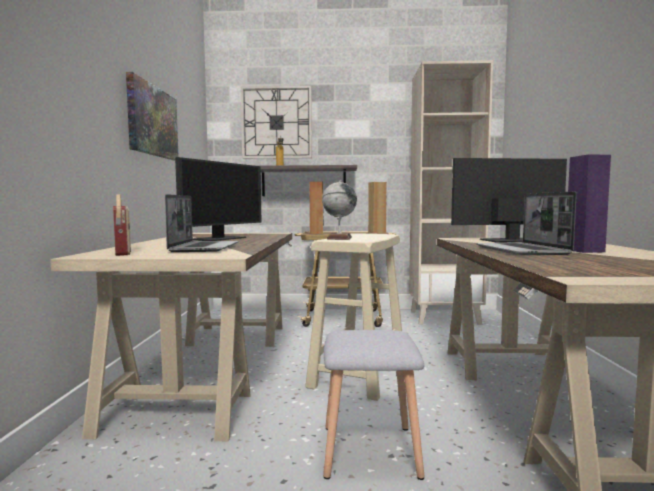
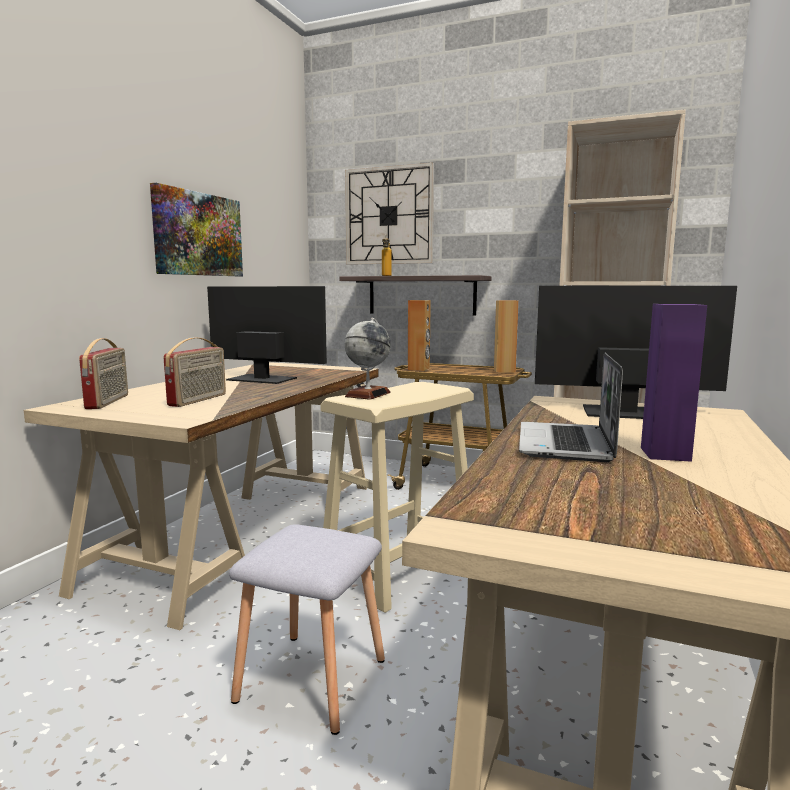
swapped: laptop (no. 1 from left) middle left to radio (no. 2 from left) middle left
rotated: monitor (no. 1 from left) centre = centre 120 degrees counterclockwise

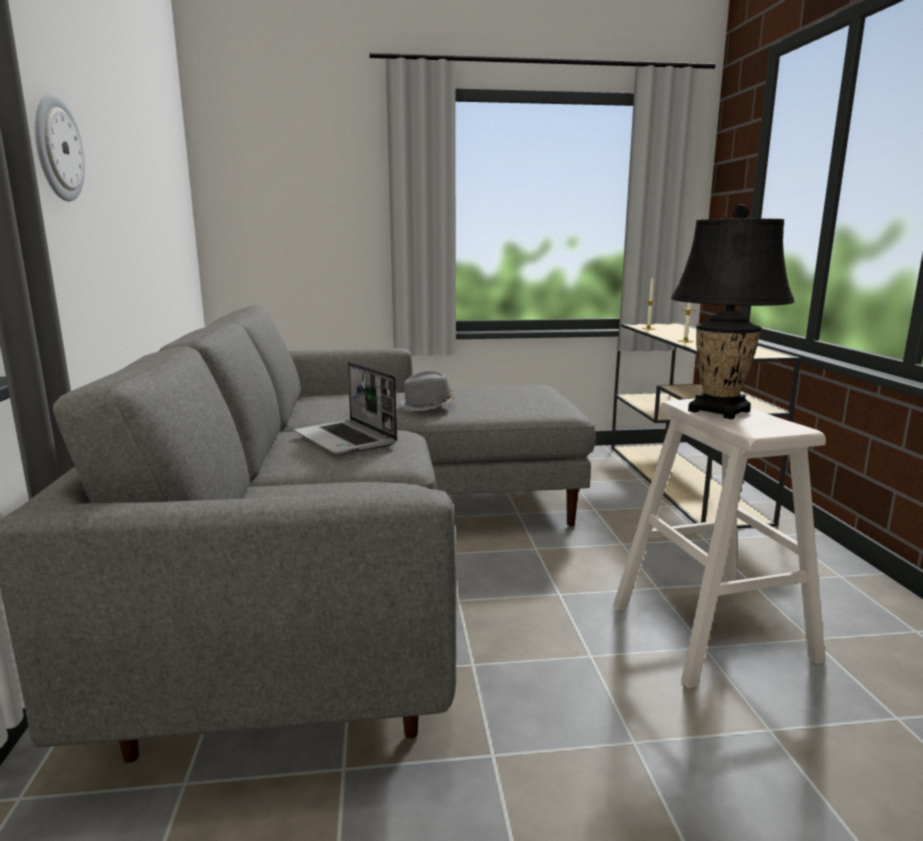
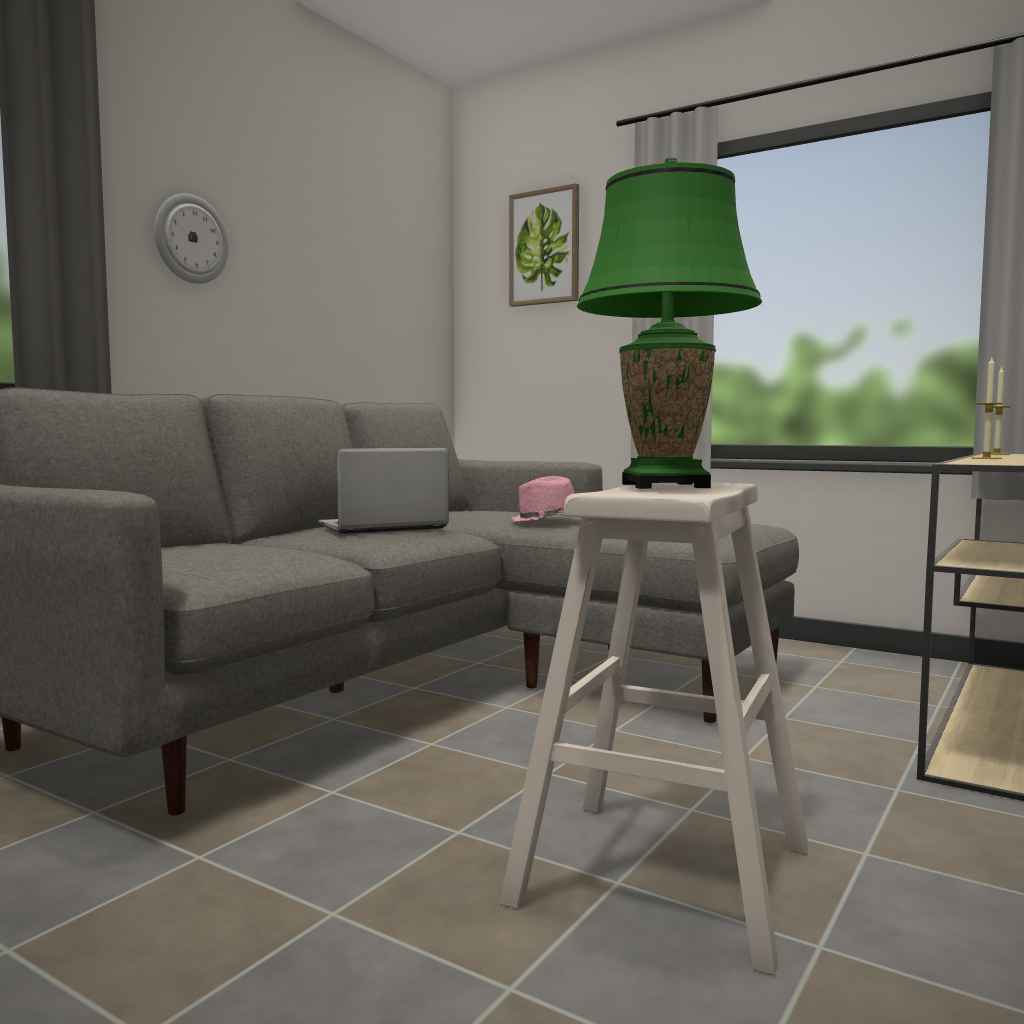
new: picture top centre
repainted: hat (grey) centre to hat (pink) centre; table lamp (black) middle right to table lamp (green) top centre
rotated: laptop centre = centre 60 degrees clockwise

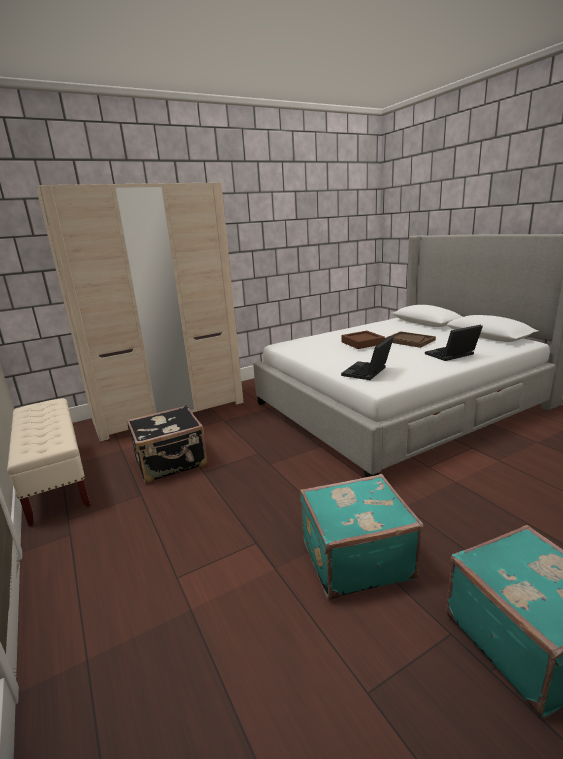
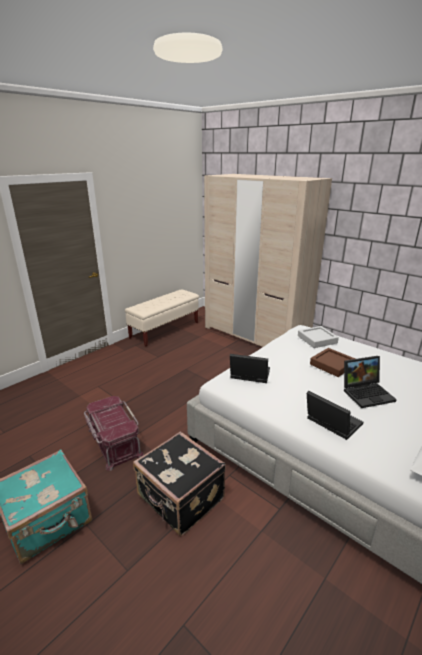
new: tray (grey) middle right
shifted: suitcase (black) middle left to bottom centre
swapped: suitcase (turquoise) (no. 1 from left) bottom centre to storage box (red) middle left; tray (brown) (no. 2 from left) middle right to laptop (no. 3 from left) middle right

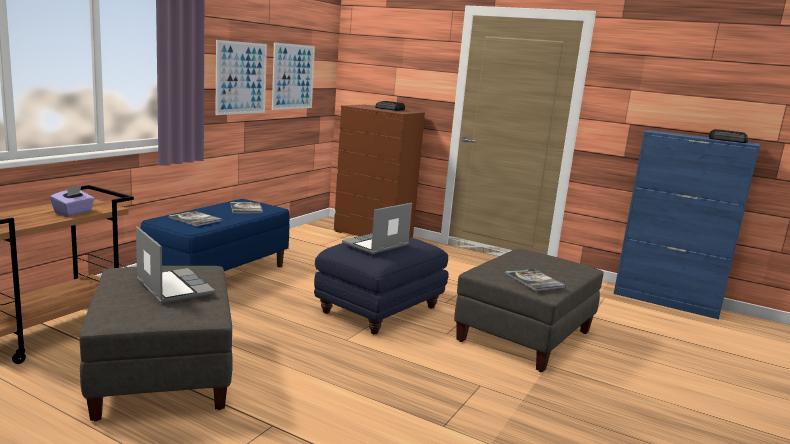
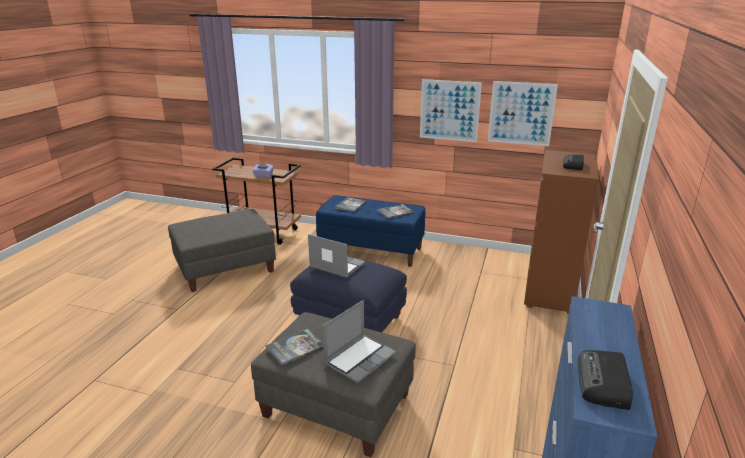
shifted: laptop (no. 1 from left in the first image) middle left to laptop (no. 2 from left) bottom centre

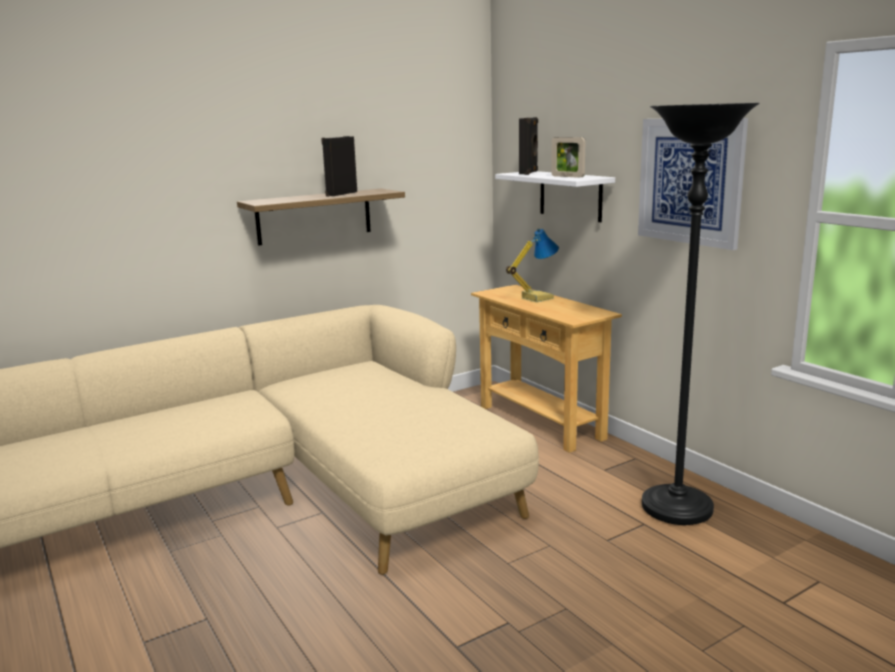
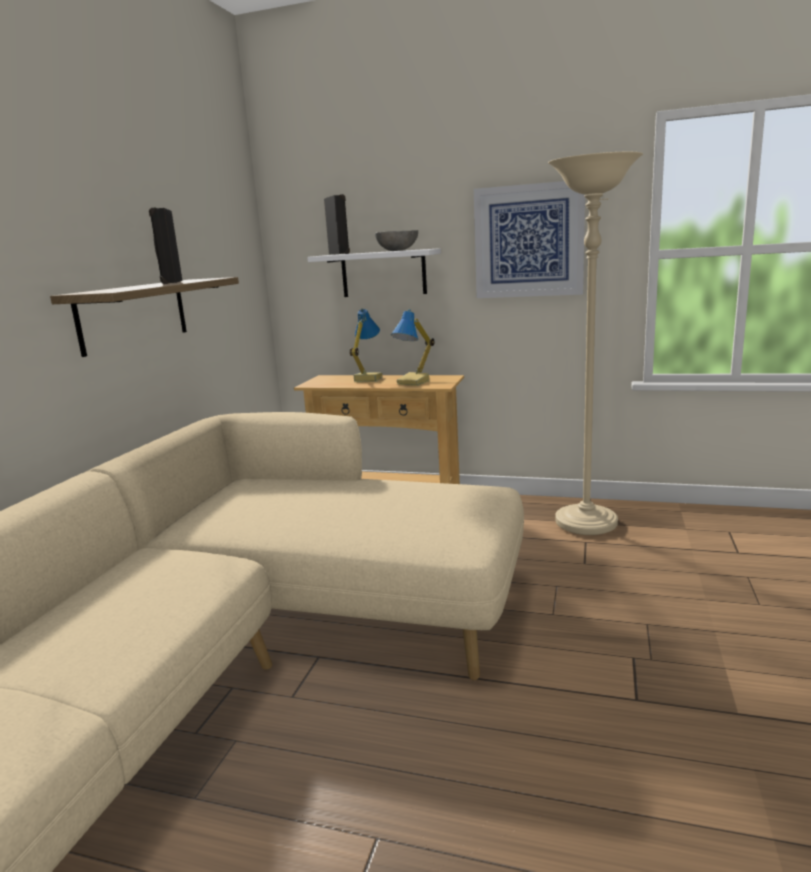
new: table lamp (no. 2 from left) centre
swapped: picture frame top centre to bowl (grey) top centre
repainted: floor lamp (black) middle right to floor lamp (beige) middle right

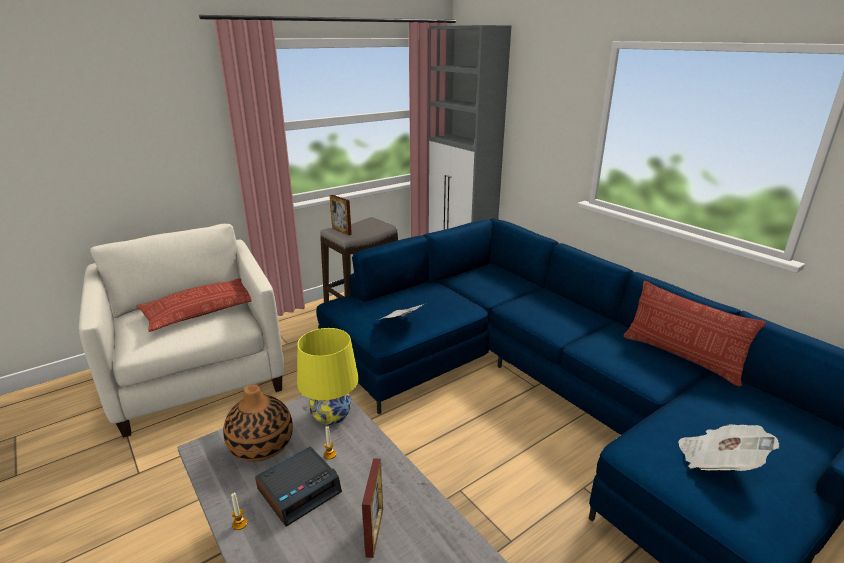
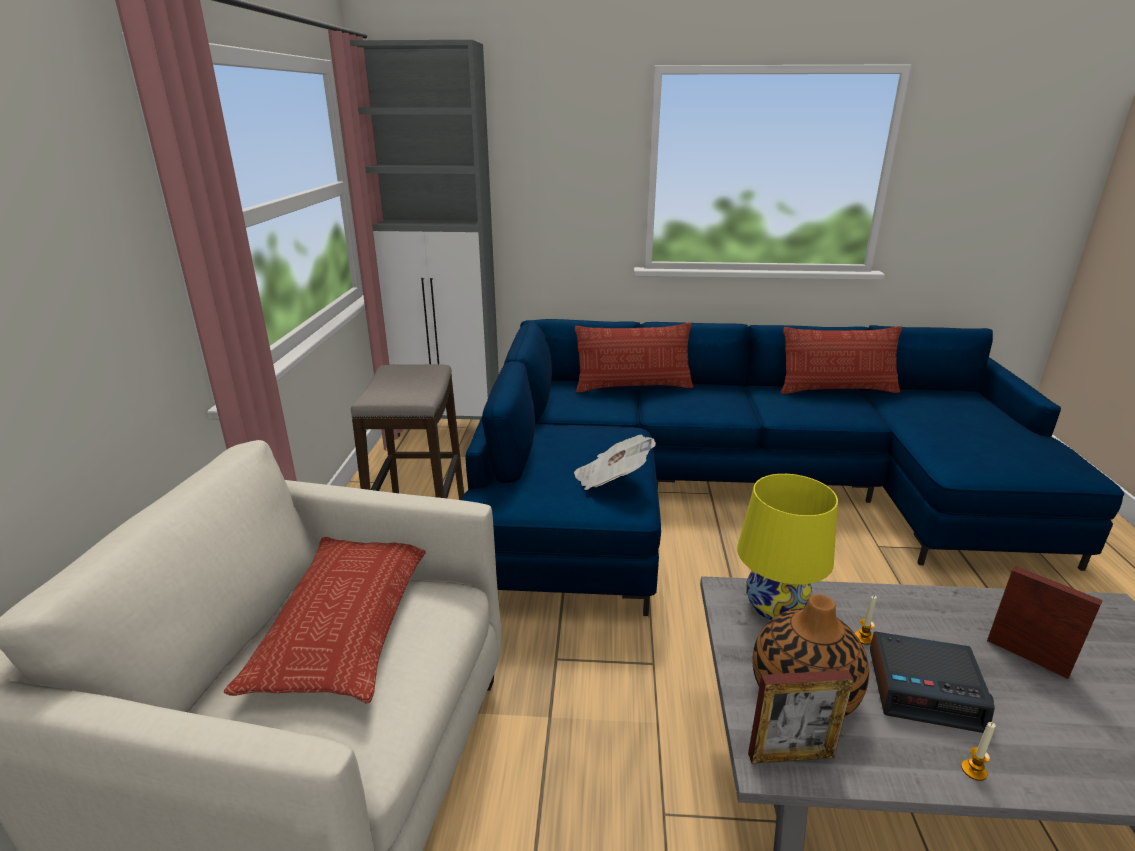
gone: newspaper (no. 2 from left) bottom right
new: pillow (no. 2 from left) centre
shifted: picture frame (no. 1 from left) centre to bottom right
rotated: alarm clock bottom centre = bottom right 105 degrees clockwise

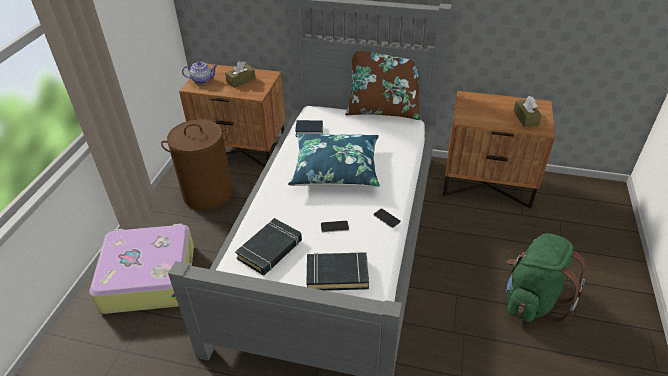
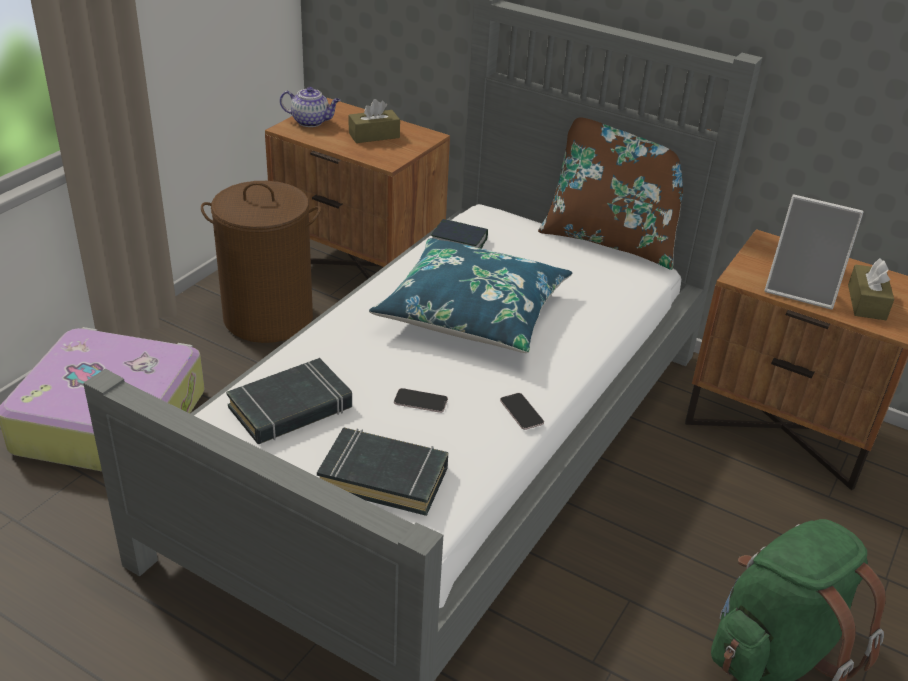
new: picture frame middle right

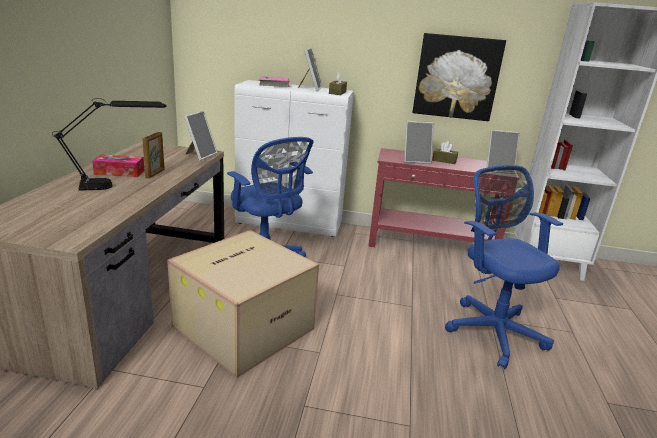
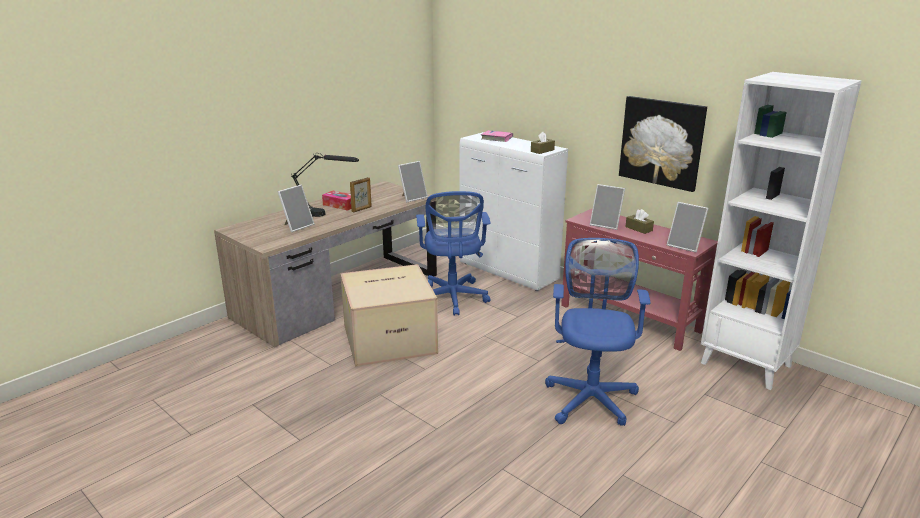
shifted: picture frame (no. 3 from left in the first image) top centre to picture frame (no. 1 from left) middle left

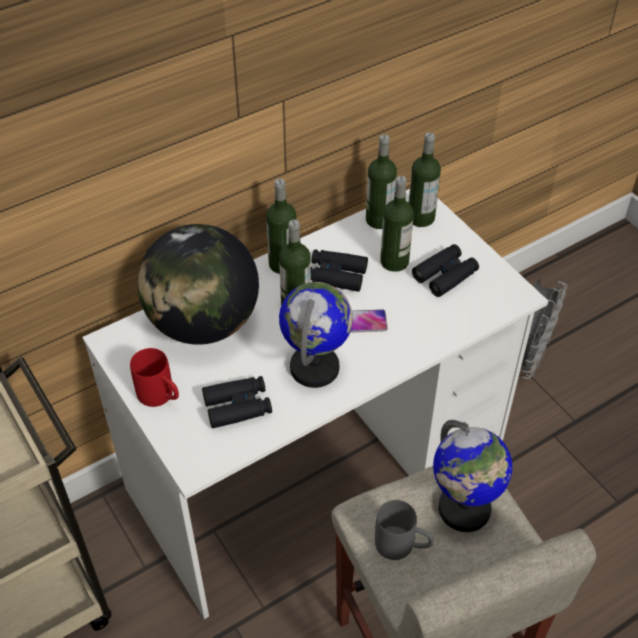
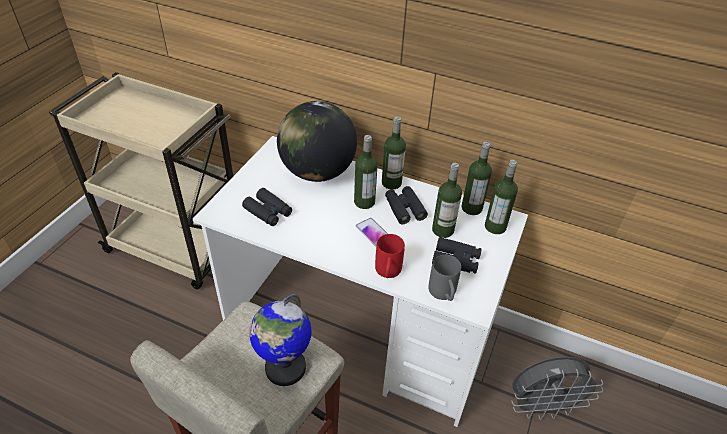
gone: globe (no. 2 from left) centre
shifted: mug (red) middle left to centre; mug (grey) bottom centre to centre

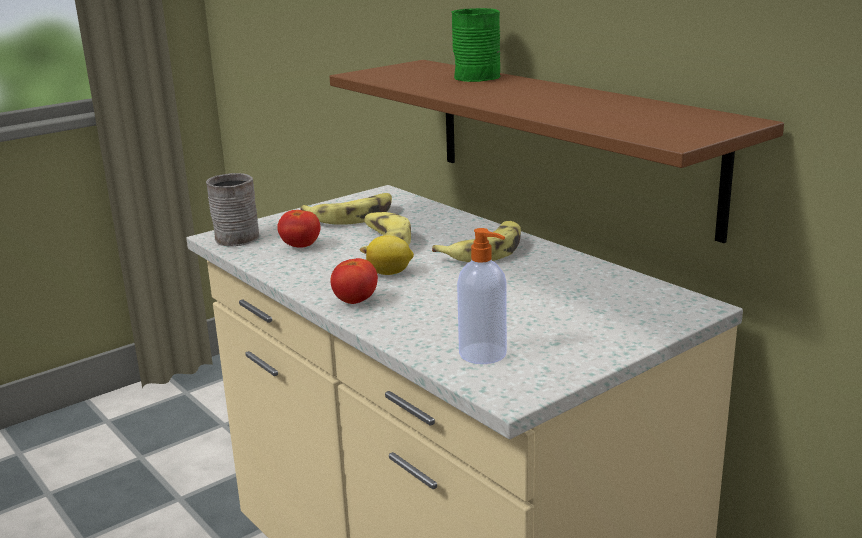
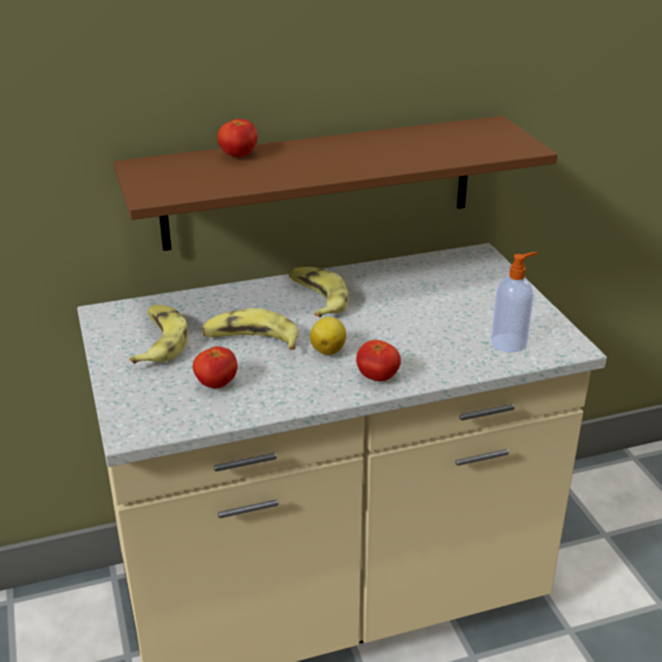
gone: mug (grey) middle left
swapped: mug (green) top centre to tomato (no. 2 from left) top centre

